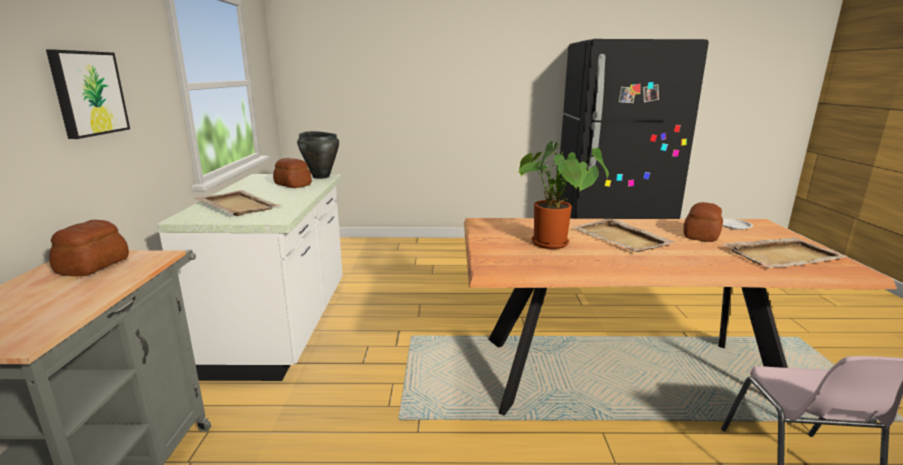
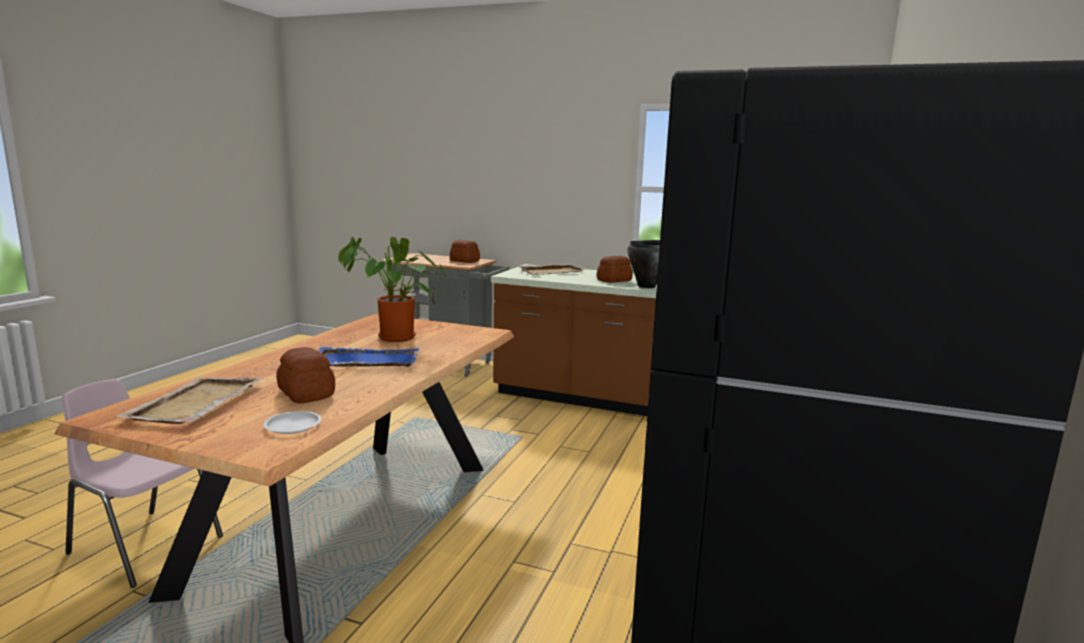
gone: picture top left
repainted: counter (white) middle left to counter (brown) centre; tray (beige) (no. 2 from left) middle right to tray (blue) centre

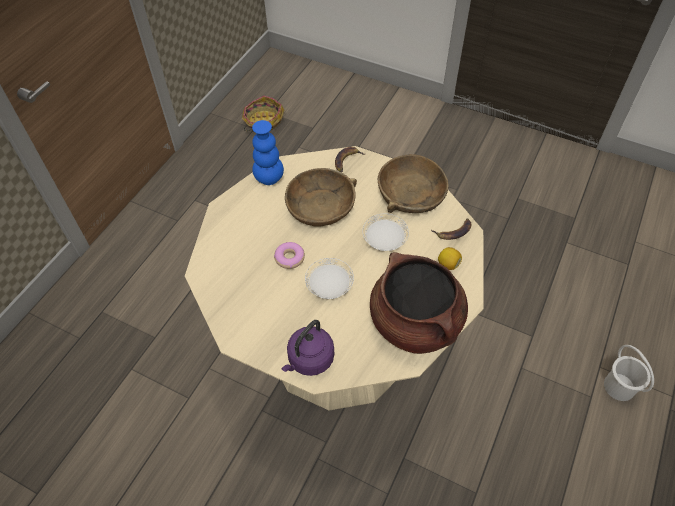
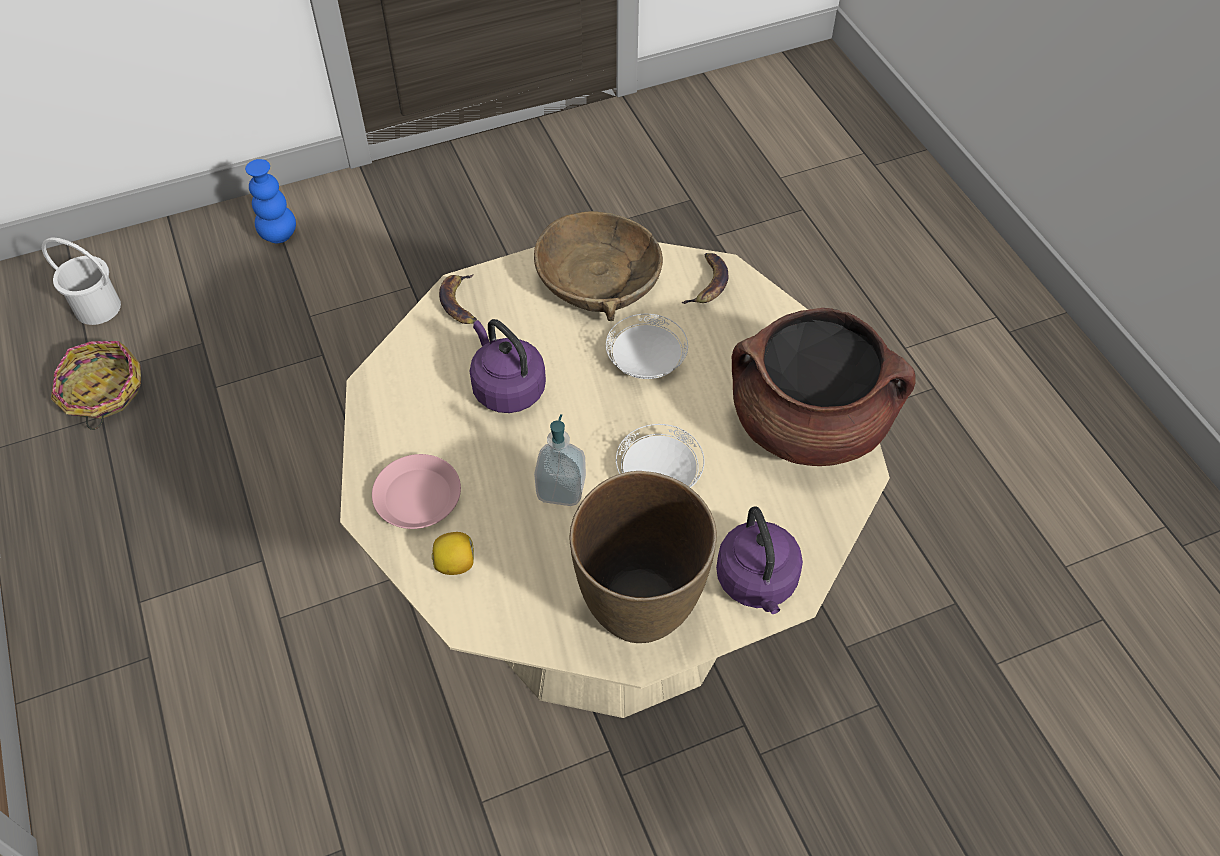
new: plate (pink) centre; vase (brown) centre
shifted: vase (blue) top centre to top left; lemon middle right to centre; bucket (white) bottom right to top left
swapped: donut centre to soap dispenser centre; bowl (brown) (no. 1 from left) centre to kettle (purple) (no. 1 from left) centre

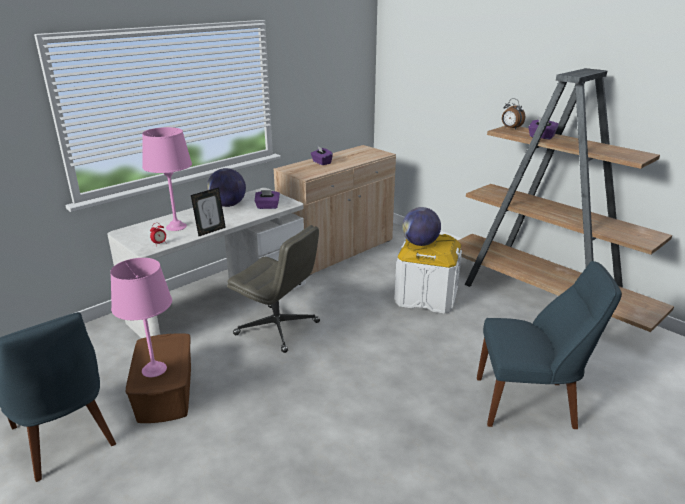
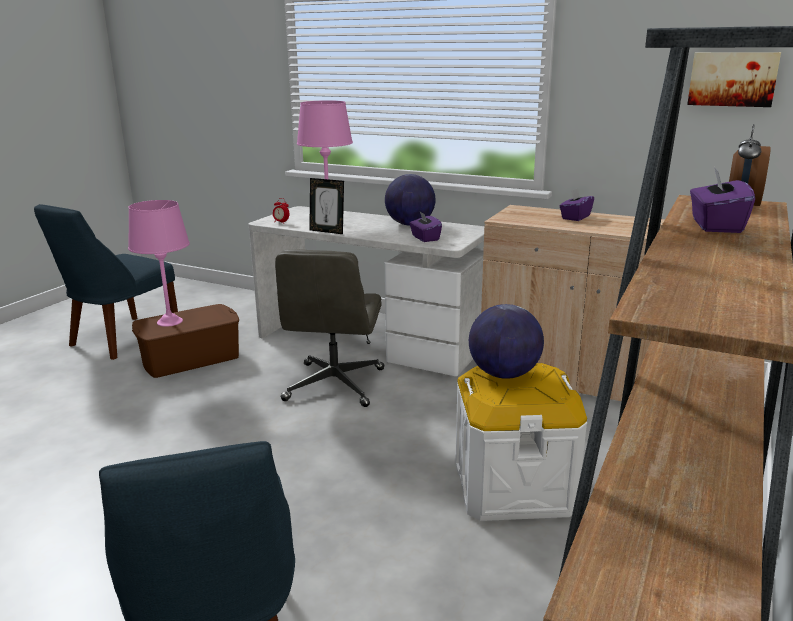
new: picture top right

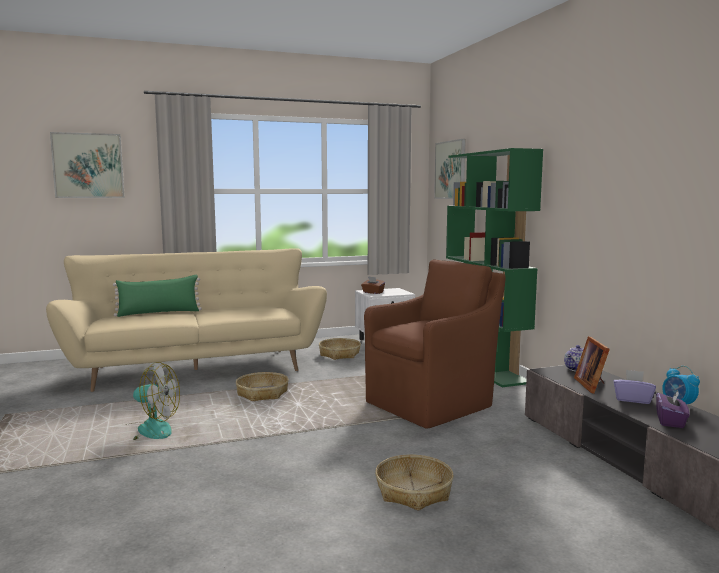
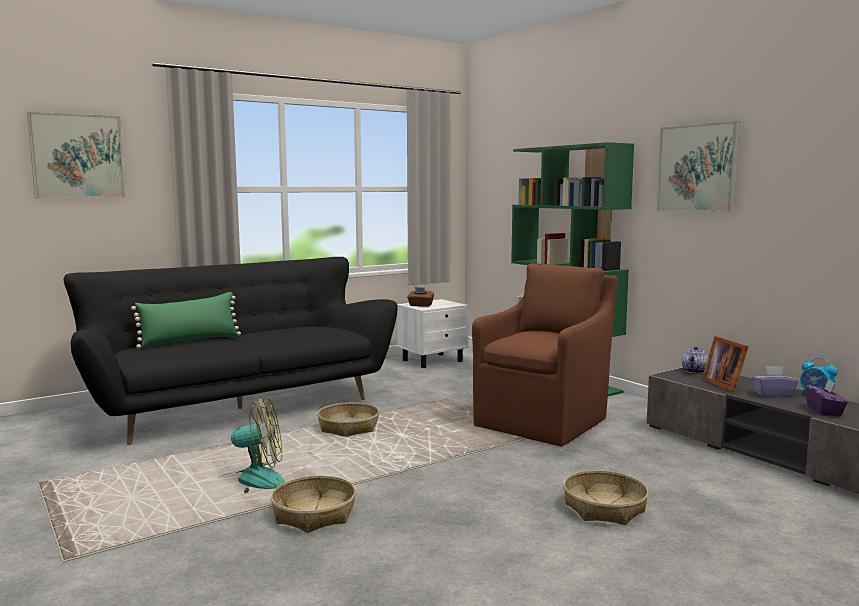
shifted: basket (no. 2 from left in the first image) centre to basket (no. 1 from left) bottom centre; picture (no. 2 from left) top centre to top right
repainted: sofa (beige) middle left to sofa (black) middle left

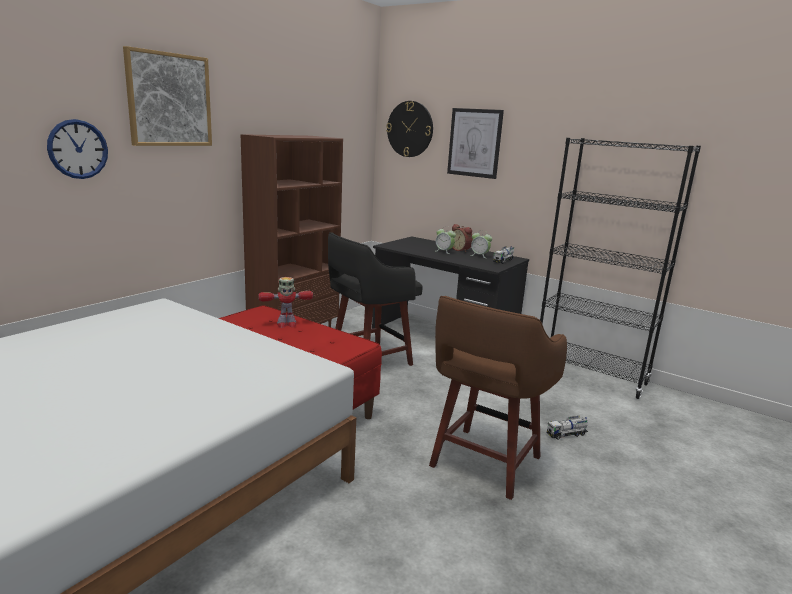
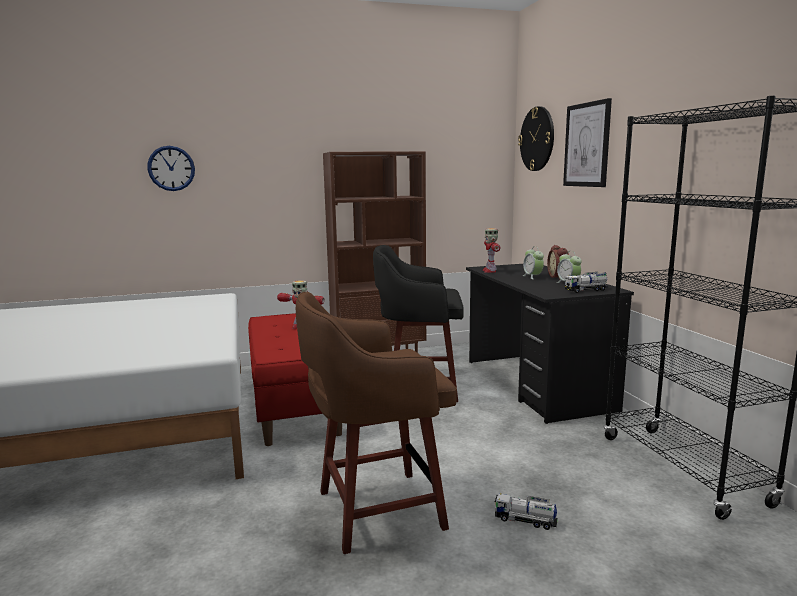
gone: picture (no. 1 from left) top left
new: toy robot (no. 2 from left) centre

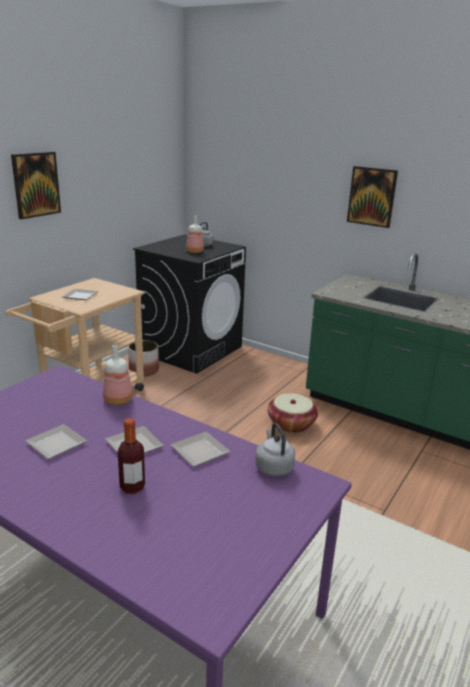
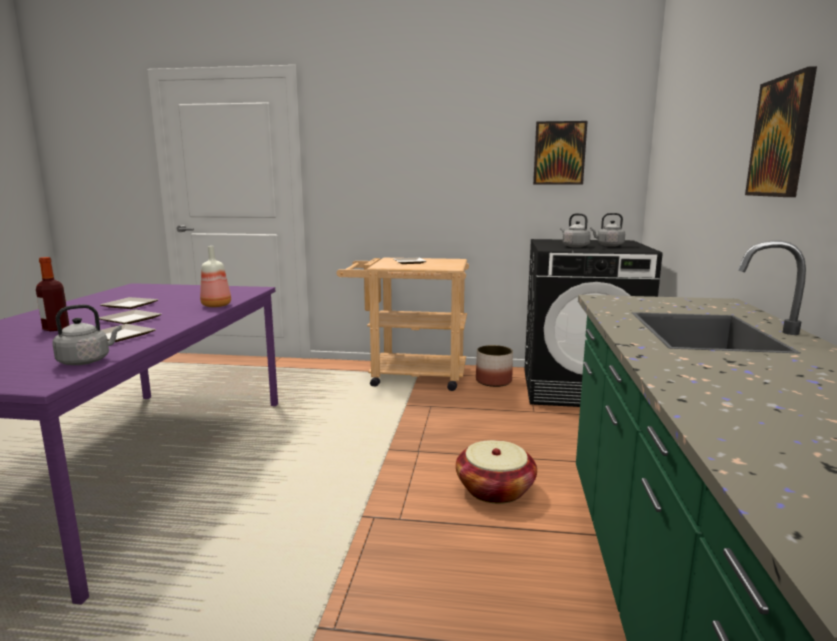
shifted: picture (no. 1 from left) top left to top right
swapped: bottle (no. 3 from left) centre to kettle (grey) (no. 2 from left) middle right

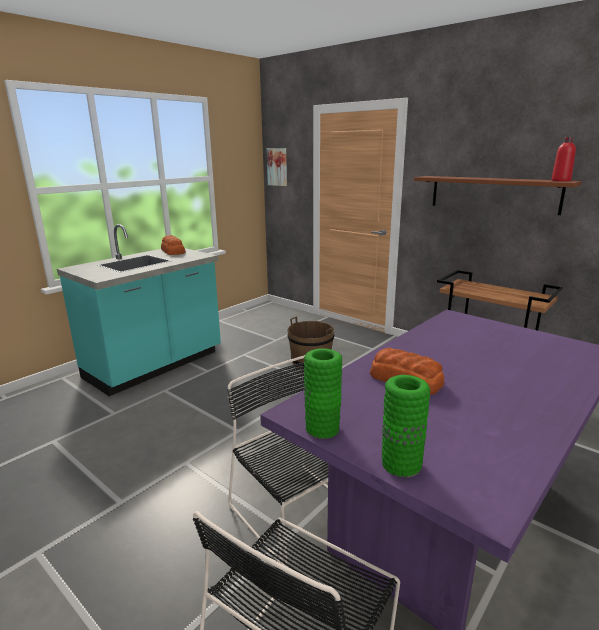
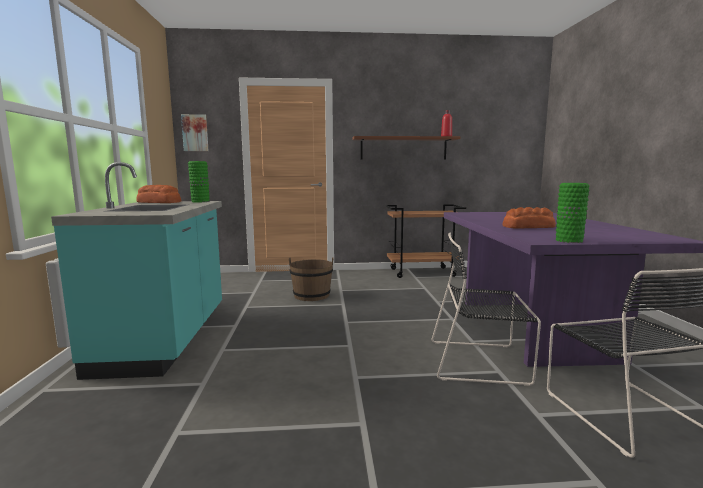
shifted: vase (green) (no. 2 from left in the first image) bottom right to vase (green) (no. 1 from left) middle left

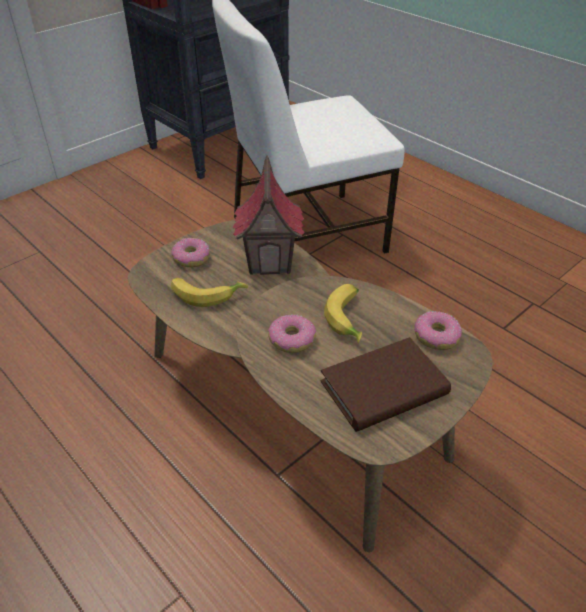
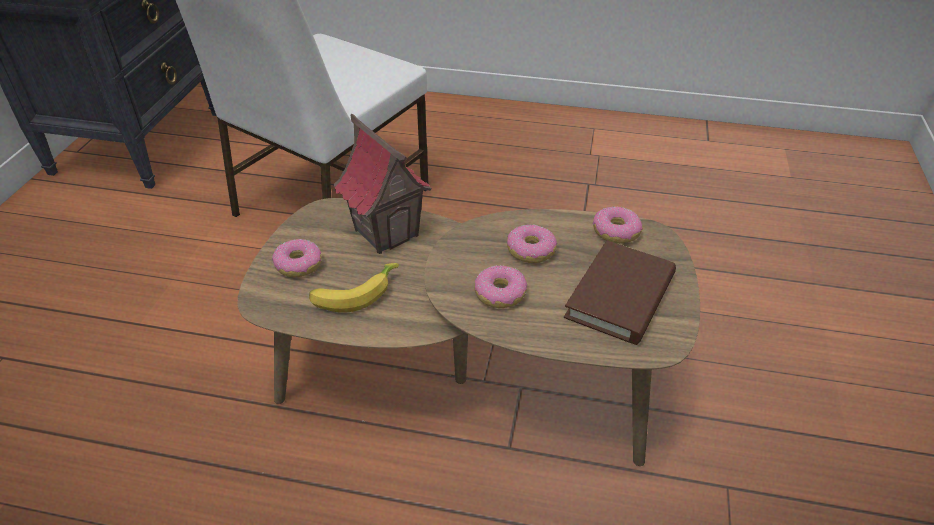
swapped: banana (no. 2 from left) centre to donut (no. 3 from left) centre

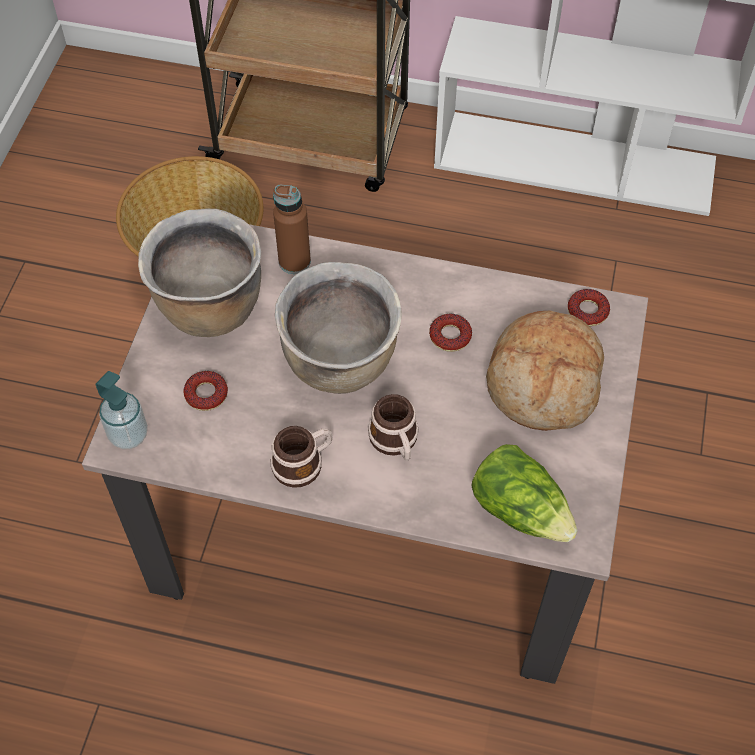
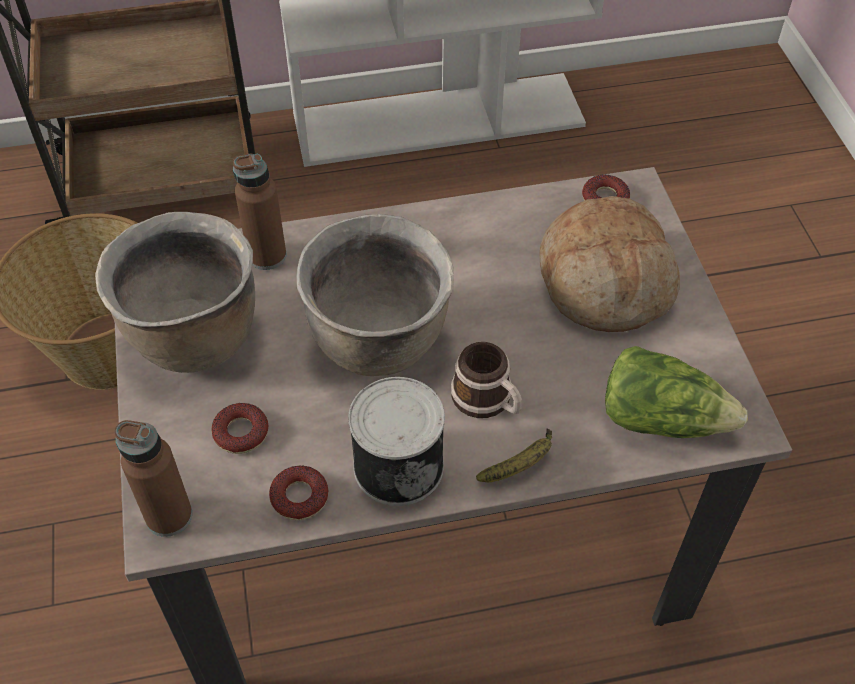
new: banana centre
shifted: donut (no. 2 from left) centre to bottom centre
swapped: soap dispenser middle left to bottle (brown) (no. 1 from left) bottom left; mug (no. 1 from left) centre to can centre

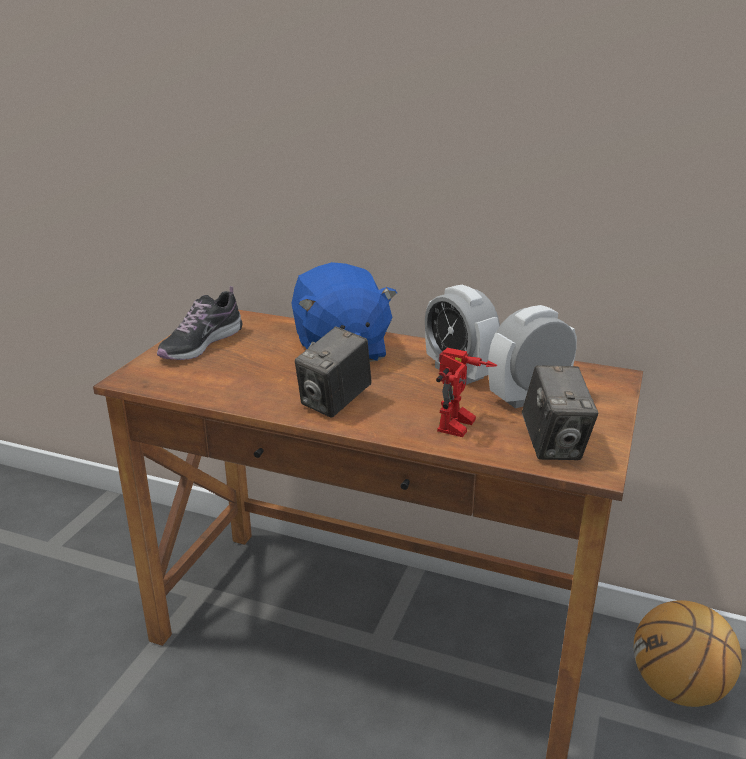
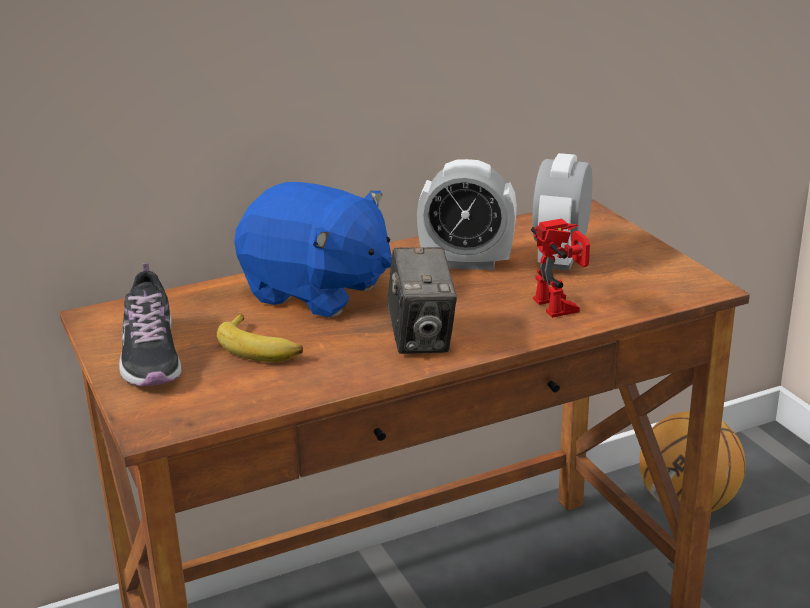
gone: photo camera (no. 2 from left) middle right
new: banana middle left

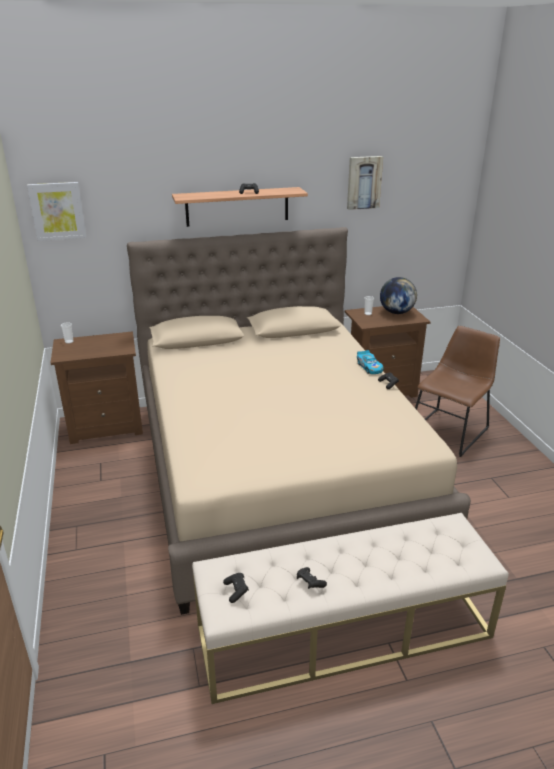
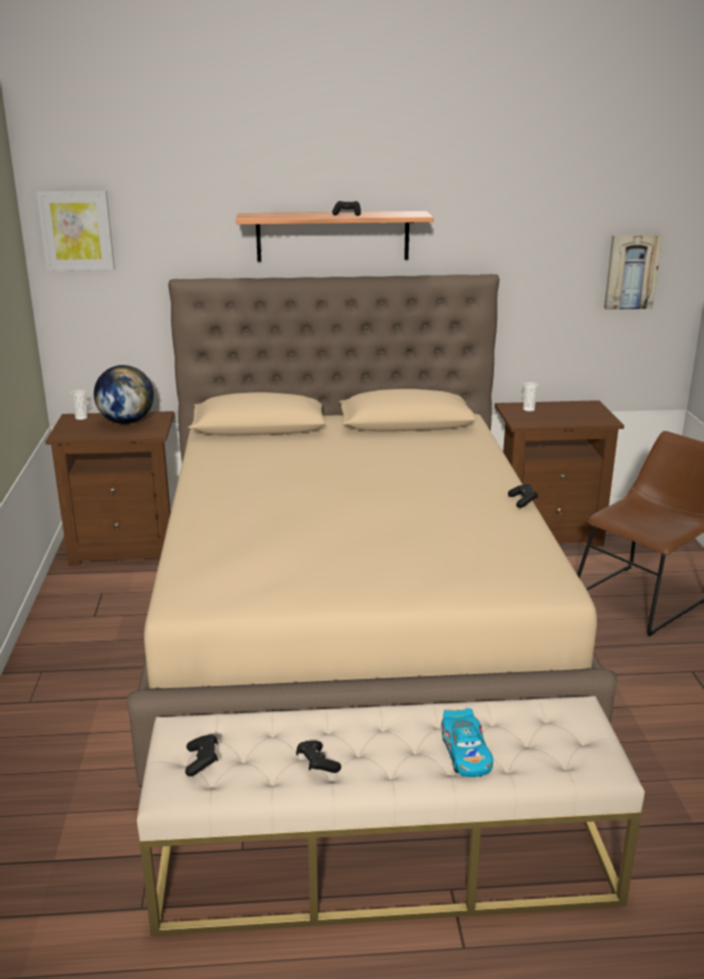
shifted: picture (no. 2 from left) top centre to top right; toy car middle right to bottom centre; globe middle right to middle left

